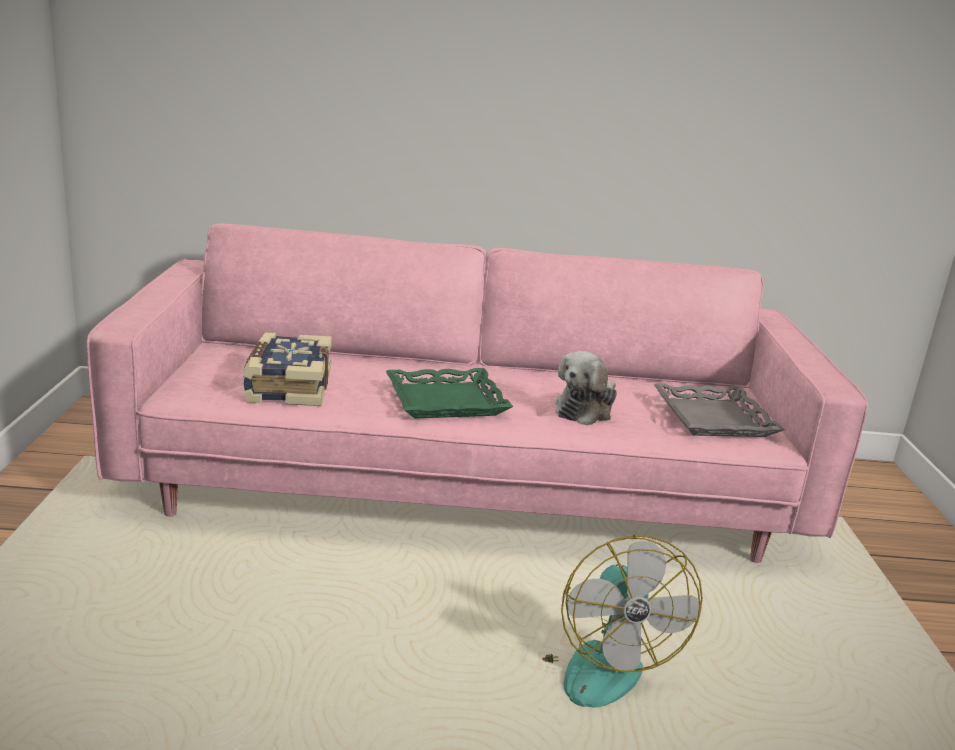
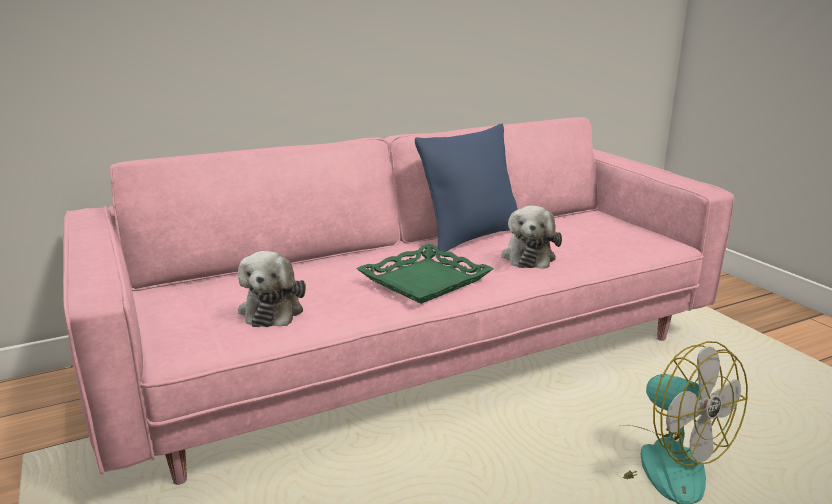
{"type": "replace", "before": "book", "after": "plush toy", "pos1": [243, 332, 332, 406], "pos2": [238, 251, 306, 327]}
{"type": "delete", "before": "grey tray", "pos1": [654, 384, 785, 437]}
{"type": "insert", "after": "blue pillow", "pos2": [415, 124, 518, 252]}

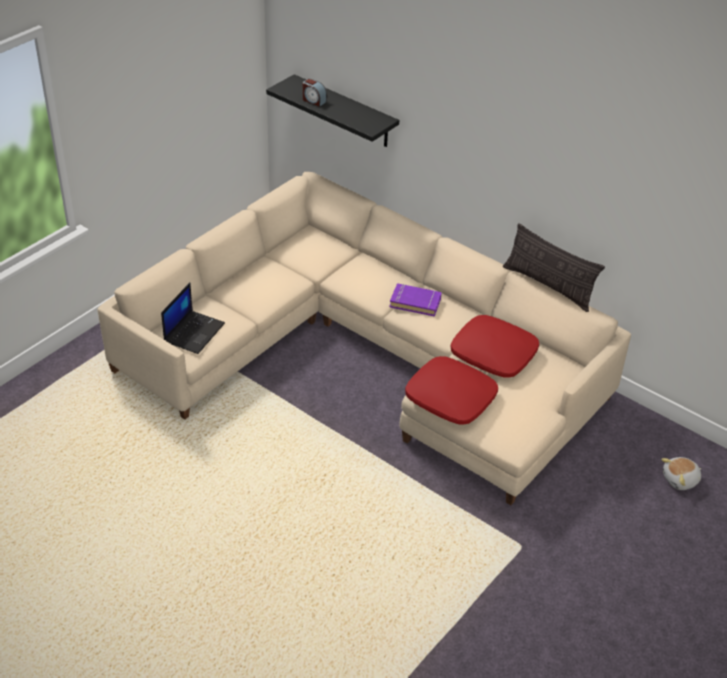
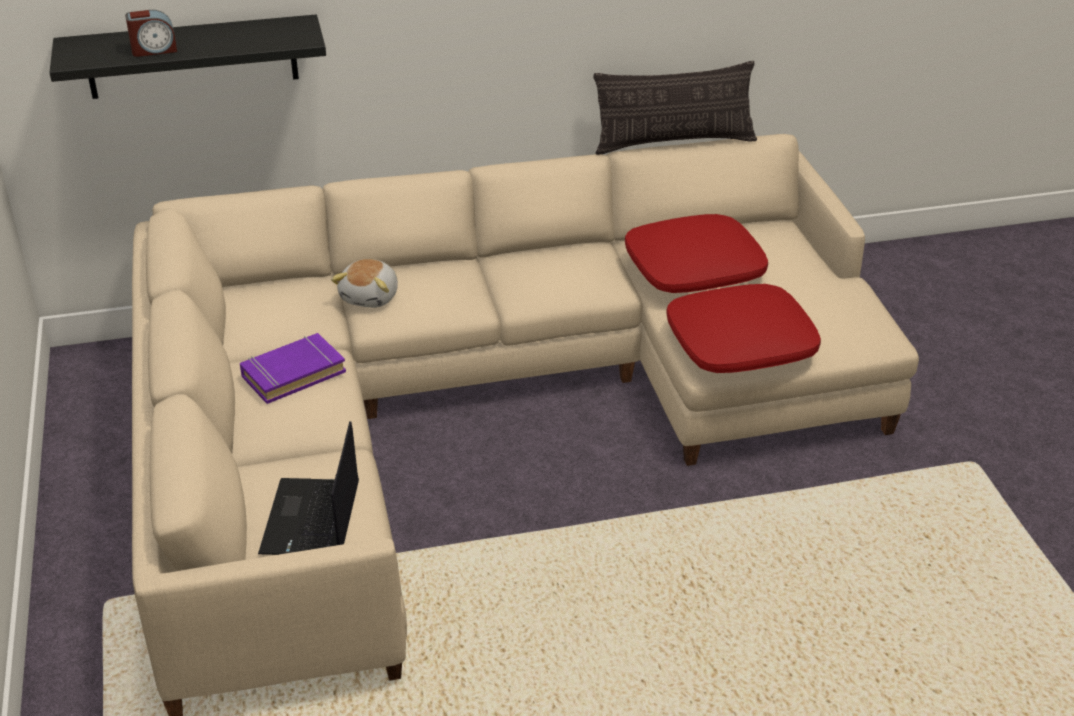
{"type": "rotate", "before": "laptop", "pos1": [161, 283, 225, 354], "pos2": [258, 421, 359, 555], "turn": -150}
{"type": "move", "before": "purple book", "pos1": [390, 283, 442, 317], "pos2": [240, 333, 346, 404]}
{"type": "move", "before": "plush toy", "pos1": [661, 457, 702, 490], "pos2": [331, 259, 398, 308]}

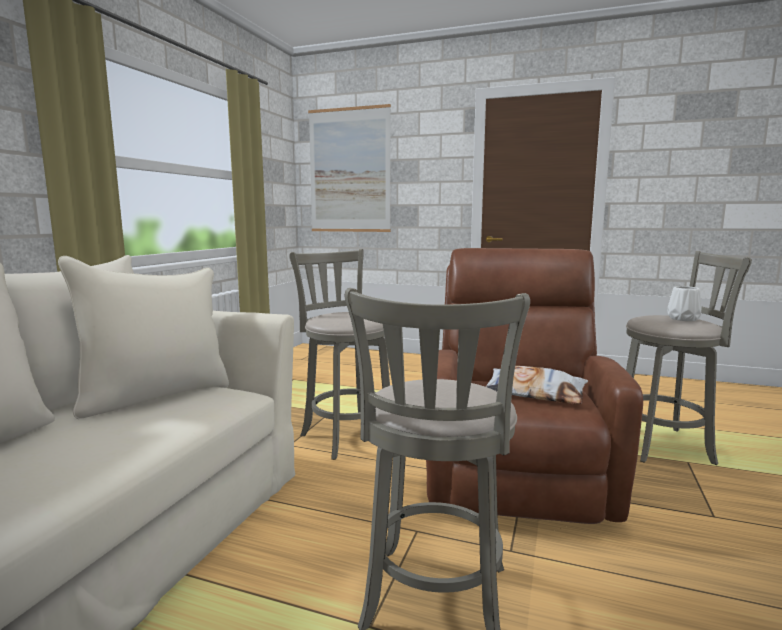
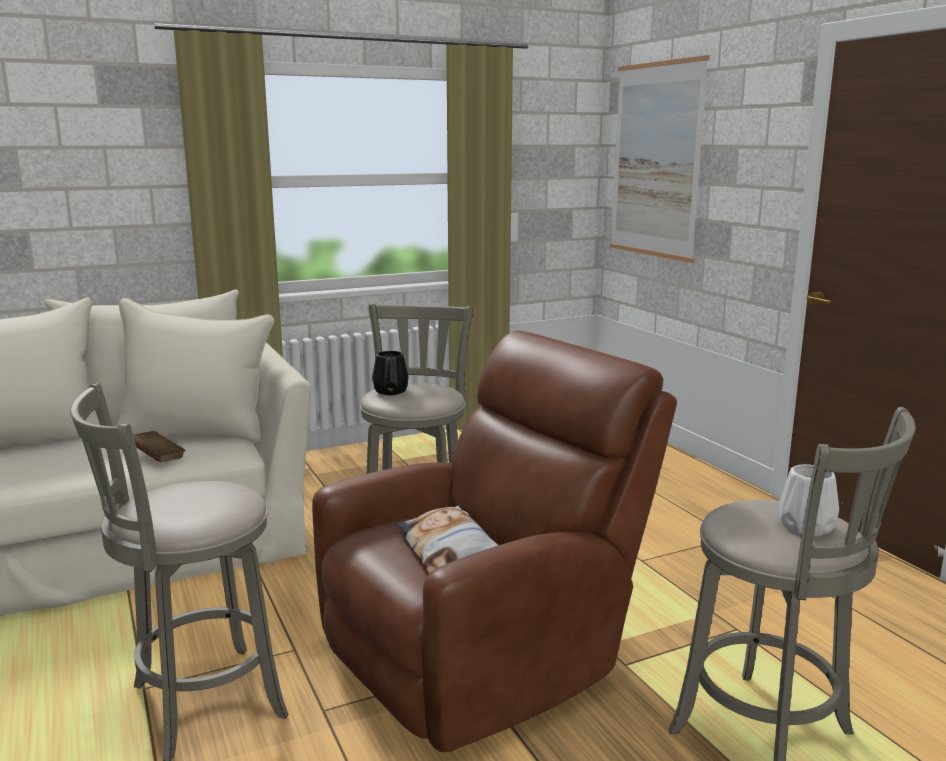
{"type": "insert", "after": "black vase", "pos2": [372, 351, 409, 395]}
{"type": "insert", "after": "brown book", "pos2": [133, 431, 185, 462]}

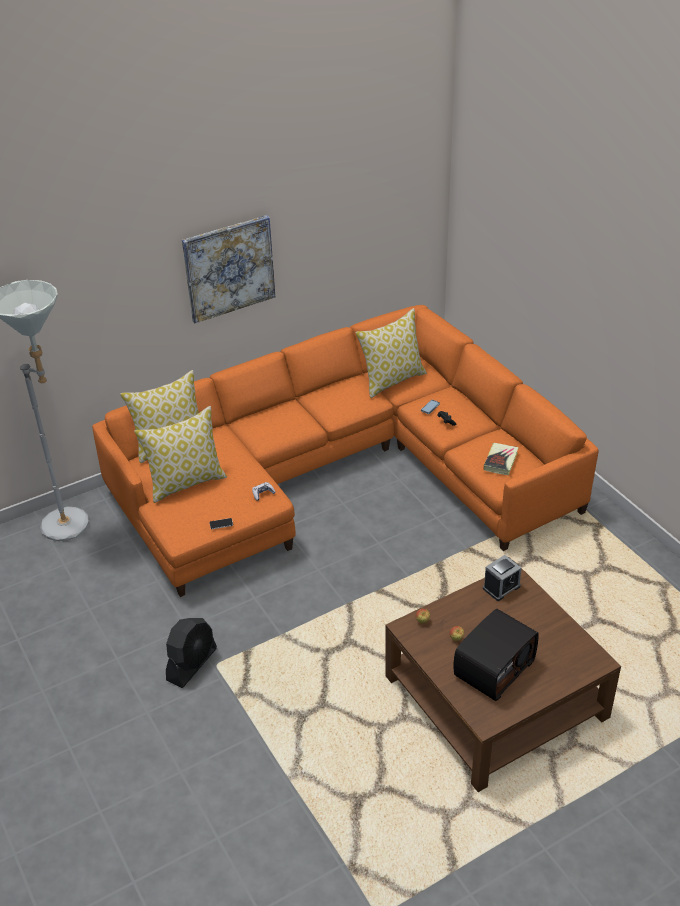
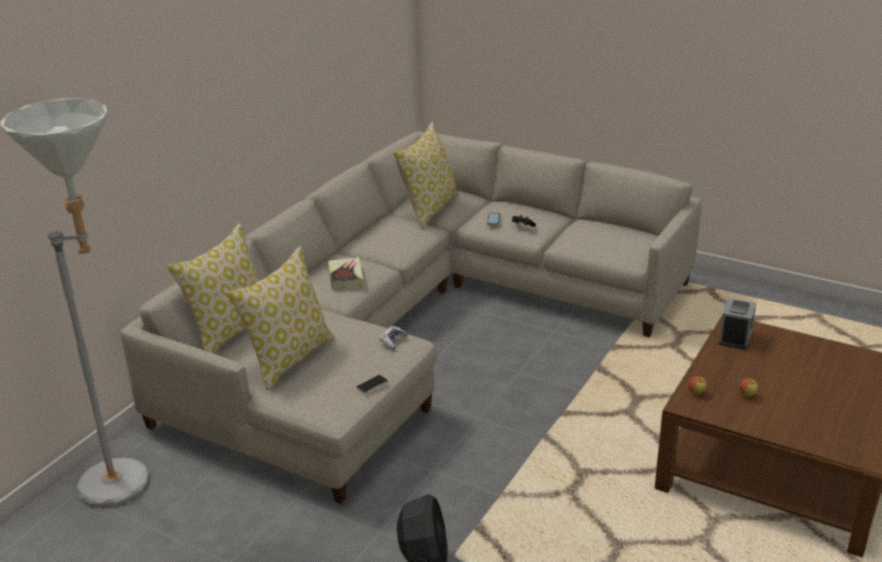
{"type": "delete", "before": "picture", "pos1": [182, 215, 275, 323]}
{"type": "recolor", "before": "orange sofa", "after": "beige sofa", "pos1": [92, 305, 599, 597], "pos2": [120, 132, 701, 504]}
{"type": "move", "before": "book", "pos1": [484, 443, 519, 475], "pos2": [328, 257, 363, 289]}
{"type": "delete", "before": "radio", "pos1": [454, 609, 539, 701]}

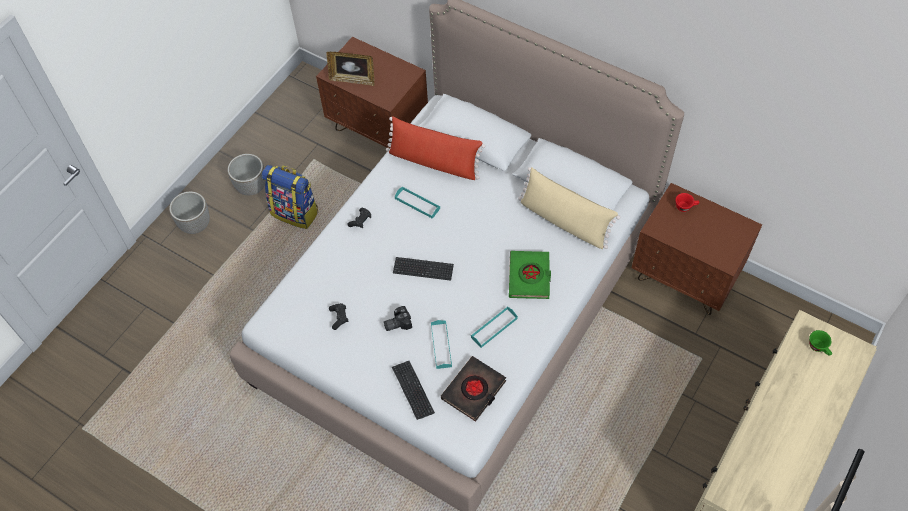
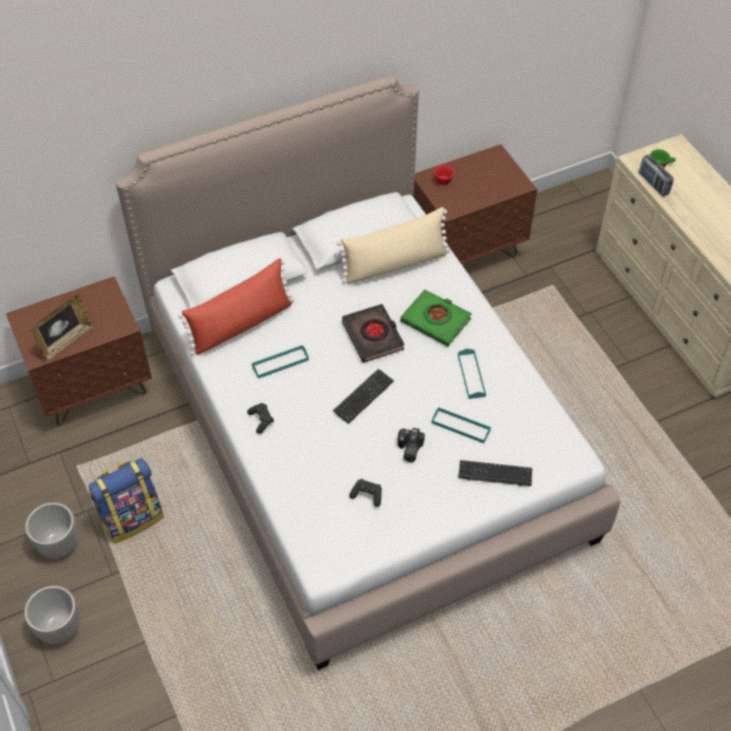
{"type": "move", "before": "black book", "pos1": [441, 356, 506, 422], "pos2": [342, 304, 405, 363]}
{"type": "insert", "after": "radio", "pos2": [639, 155, 674, 197]}

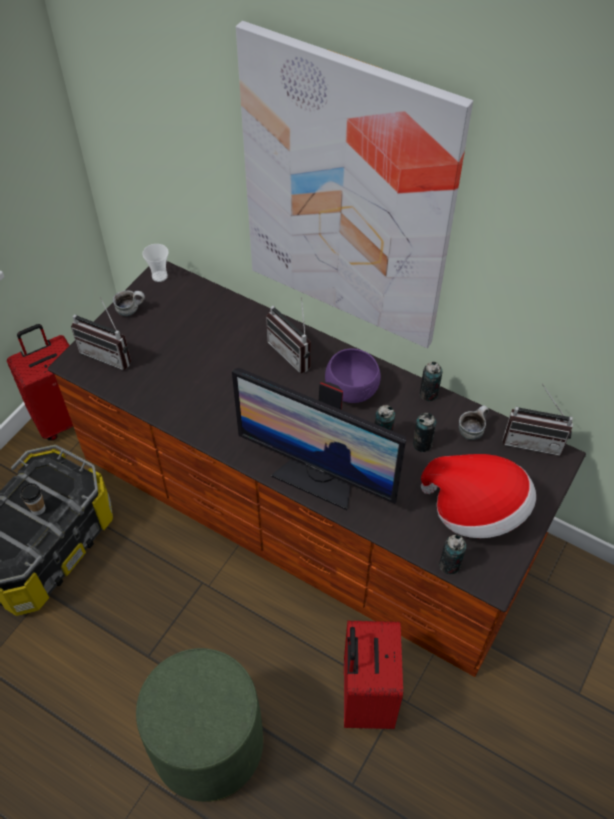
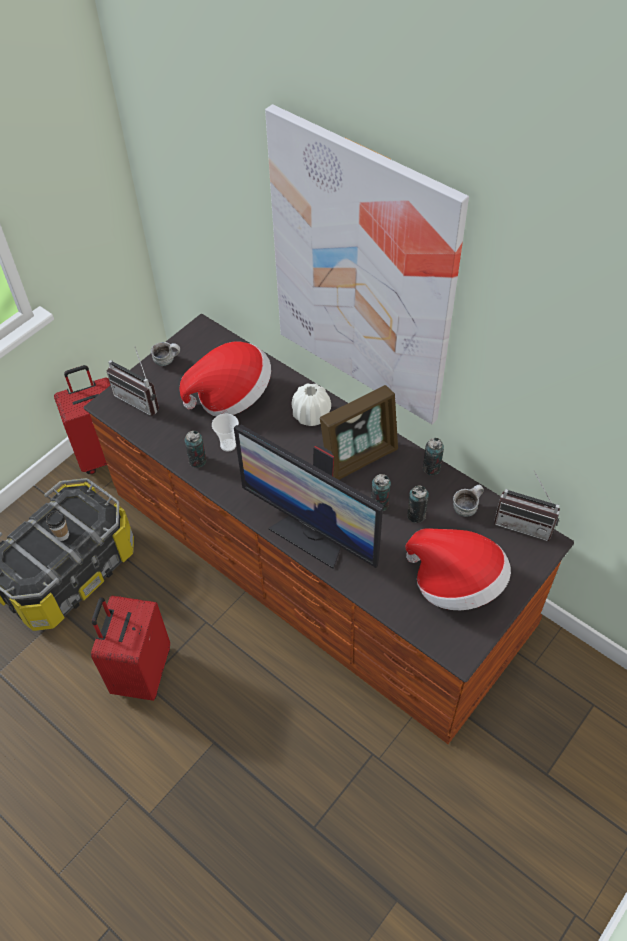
{"type": "move", "before": "cup", "pos1": [142, 244, 169, 282], "pos2": [212, 413, 239, 452]}
{"type": "replace", "before": "radio", "after": "white vase", "pos1": [266, 298, 311, 373], "pos2": [292, 383, 331, 426]}
{"type": "replace", "before": "purple bowl", "after": "picture frame", "pos1": [325, 348, 381, 403], "pos2": [320, 385, 398, 480]}
{"type": "move", "before": "can", "pos1": [439, 535, 466, 575], "pos2": [184, 431, 206, 468]}
{"type": "move", "before": "red suitcase", "pos1": [344, 621, 403, 729], "pos2": [91, 595, 170, 701]}
{"type": "delete", "before": "green ottoman", "pos1": [136, 648, 263, 802]}
{"type": "insert", "after": "hat", "pos2": [180, 341, 271, 416]}

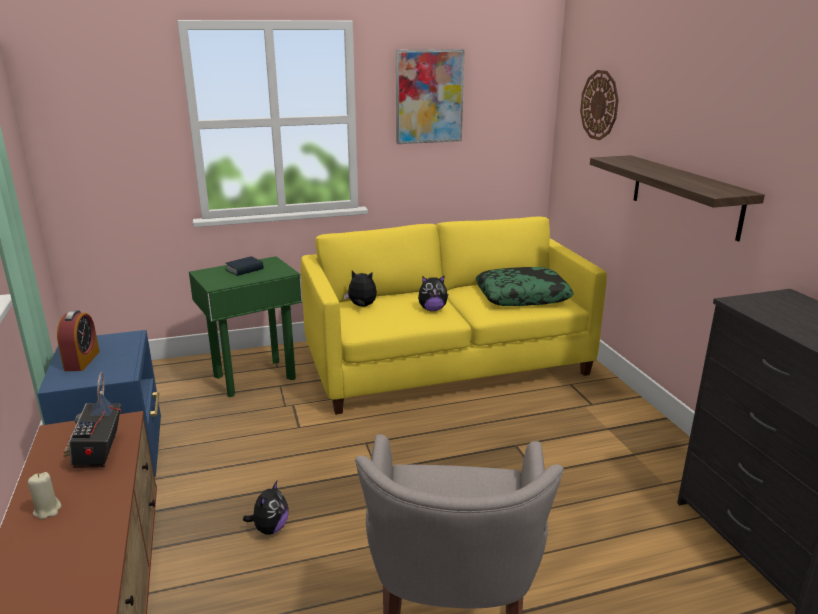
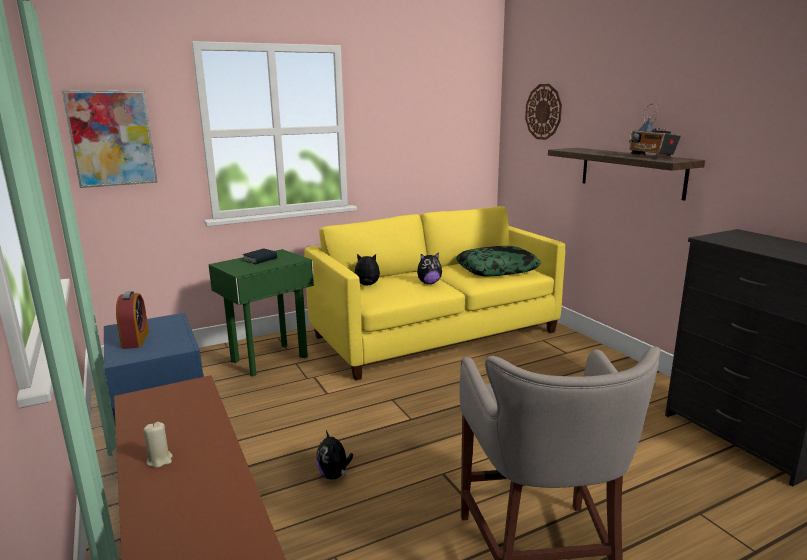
{"type": "move", "before": "picture", "pos1": [396, 49, 465, 144], "pos2": [62, 90, 158, 188]}
{"type": "move", "before": "radio", "pos1": [63, 372, 122, 468], "pos2": [629, 103, 681, 158]}
{"type": "rotate", "before": "plush toy", "pos1": [243, 481, 288, 535], "pos2": [316, 430, 353, 480], "turn": 150}

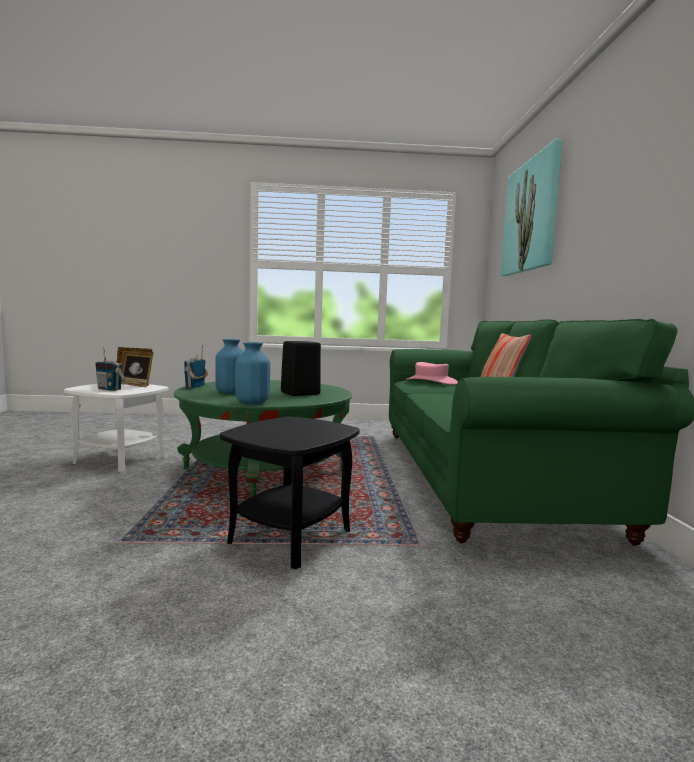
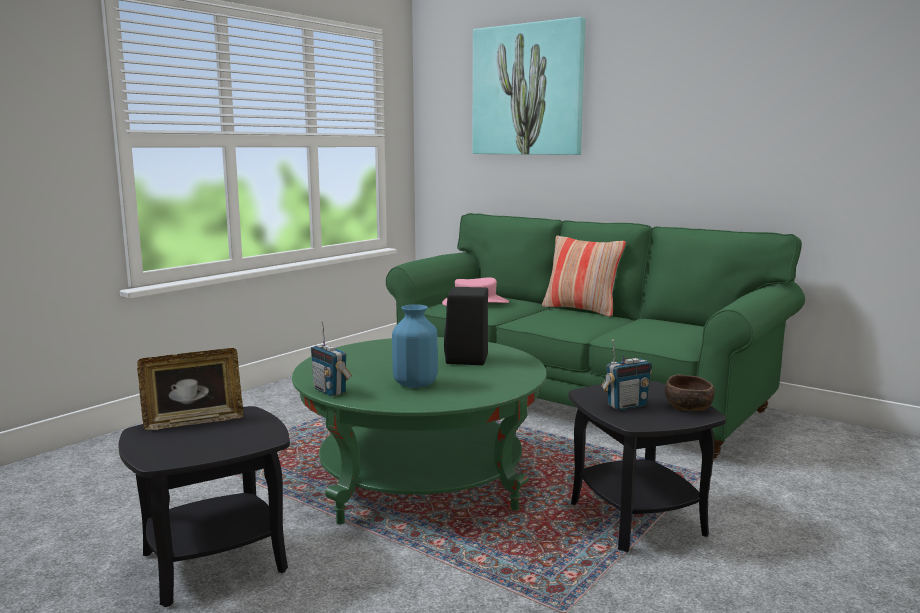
{"type": "delete", "before": "blue vase", "pos1": [235, 342, 270, 404]}
{"type": "move", "before": "radio", "pos1": [95, 347, 125, 391], "pos2": [602, 340, 652, 410]}
{"type": "recolor", "before": "white side table", "after": "black side table", "pos1": [64, 384, 169, 473], "pos2": [118, 406, 290, 607]}
{"type": "insert", "after": "brown bowl", "pos2": [664, 374, 715, 411]}

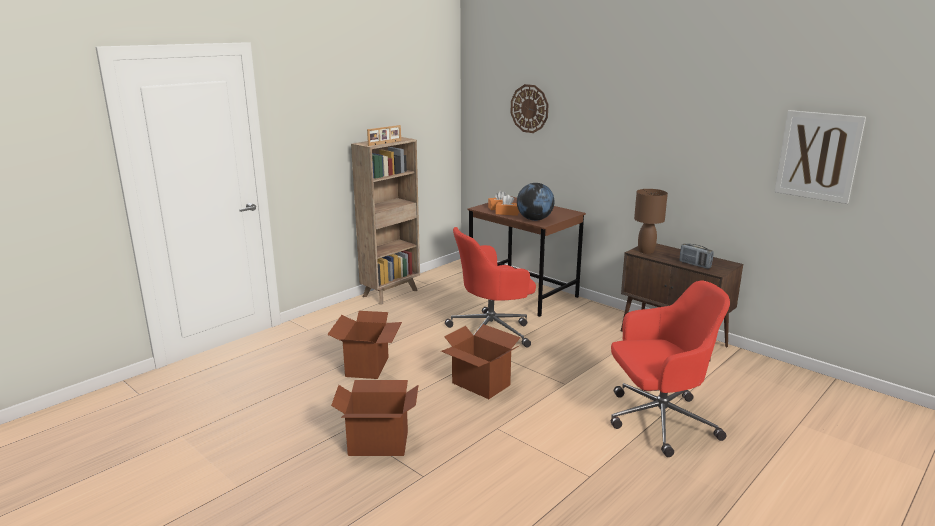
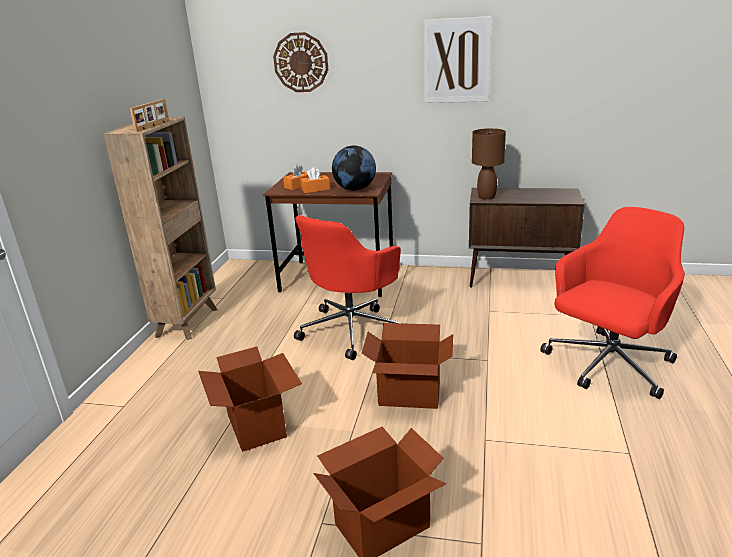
{"type": "move", "before": "picture", "pos1": [775, 110, 866, 204], "pos2": [423, 16, 492, 103]}
{"type": "delete", "before": "radio", "pos1": [679, 243, 714, 269]}

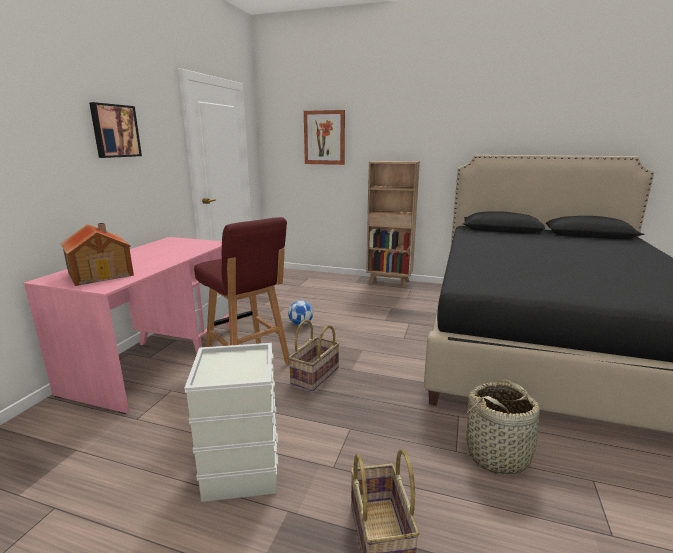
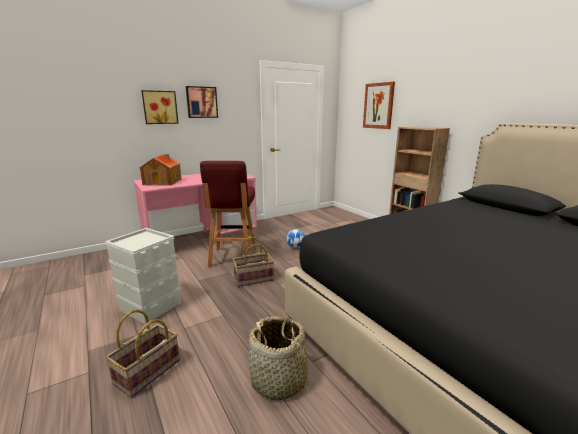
{"type": "insert", "after": "picture", "pos2": [141, 90, 179, 124]}

